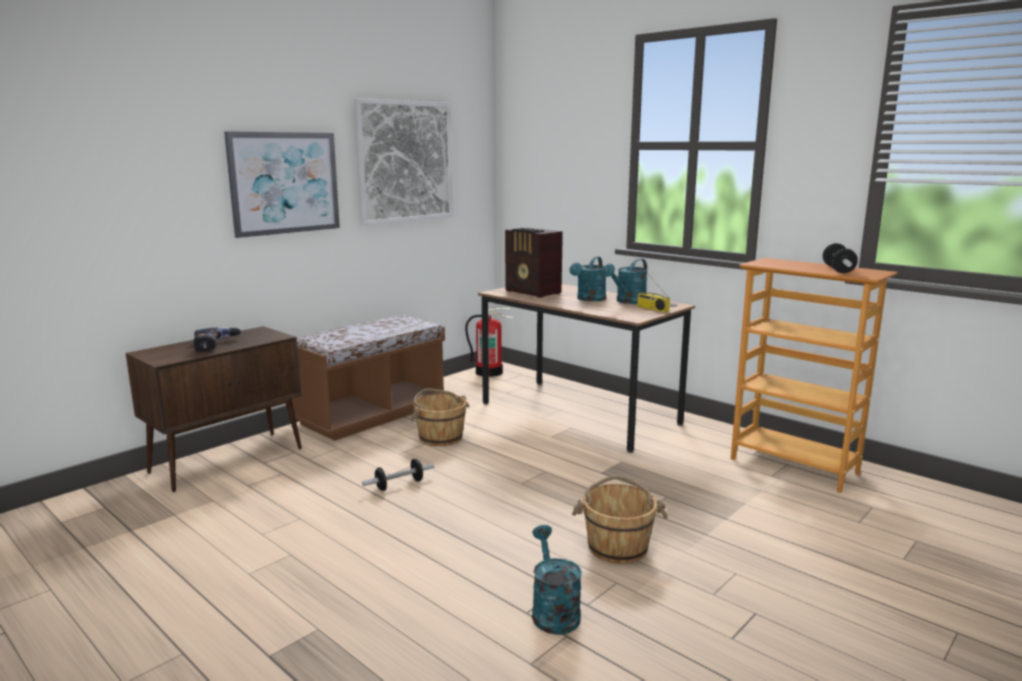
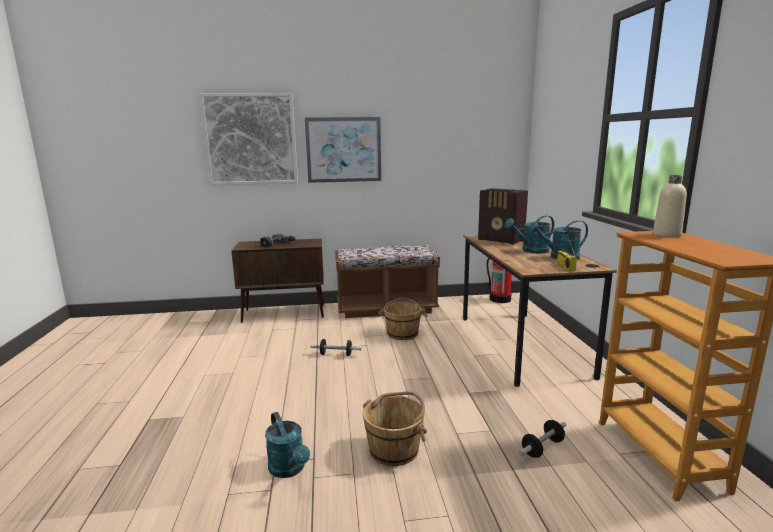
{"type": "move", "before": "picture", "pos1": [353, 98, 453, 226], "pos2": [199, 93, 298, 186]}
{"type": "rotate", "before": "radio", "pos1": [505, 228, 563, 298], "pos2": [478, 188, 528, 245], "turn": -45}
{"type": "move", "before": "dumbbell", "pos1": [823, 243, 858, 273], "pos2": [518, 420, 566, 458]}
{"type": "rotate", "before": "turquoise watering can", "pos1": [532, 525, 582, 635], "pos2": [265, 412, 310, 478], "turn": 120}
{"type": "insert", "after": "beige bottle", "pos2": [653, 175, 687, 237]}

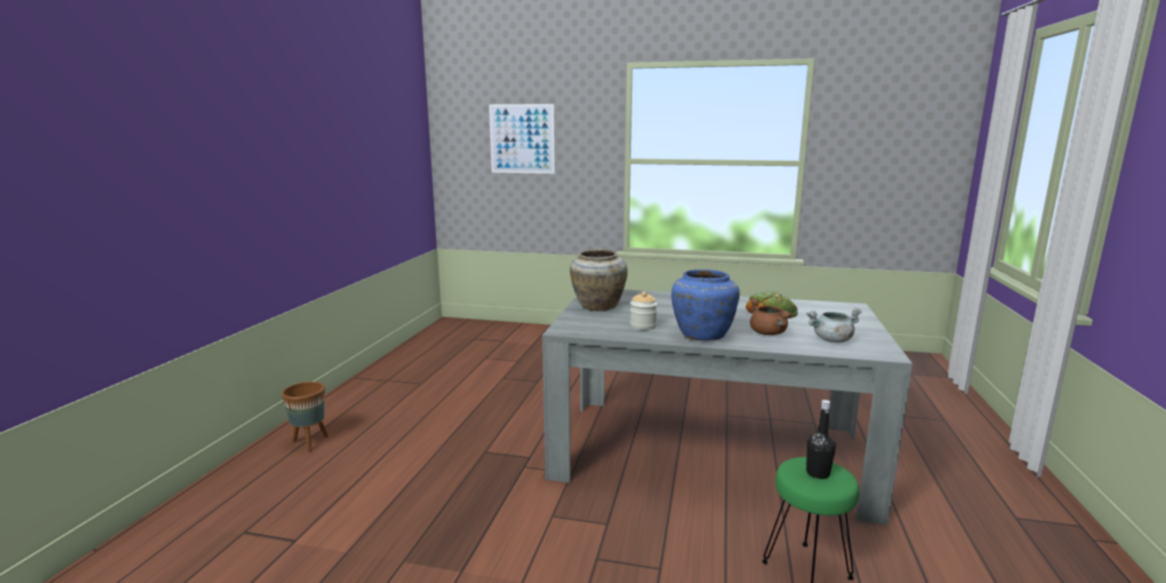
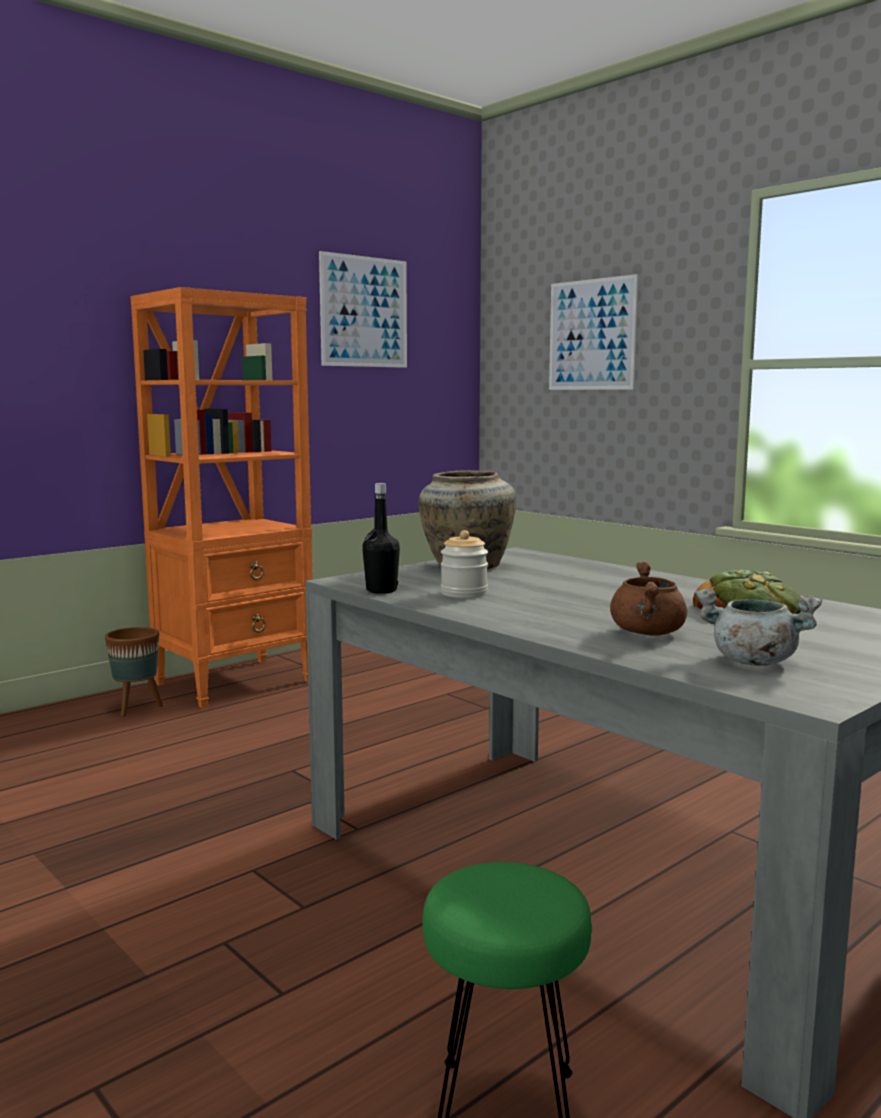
{"type": "delete", "before": "blue vase", "pos1": [671, 269, 740, 340]}
{"type": "move", "before": "black bottle", "pos1": [806, 400, 836, 479], "pos2": [362, 483, 400, 594]}
{"type": "insert", "after": "picture", "pos2": [319, 251, 407, 368]}
{"type": "insert", "after": "orange bookcase", "pos2": [130, 287, 313, 708]}

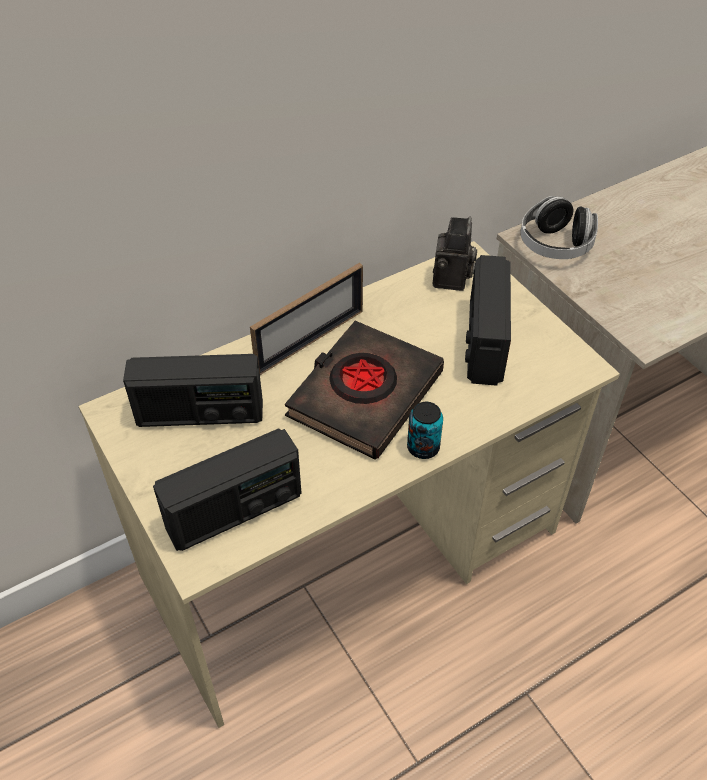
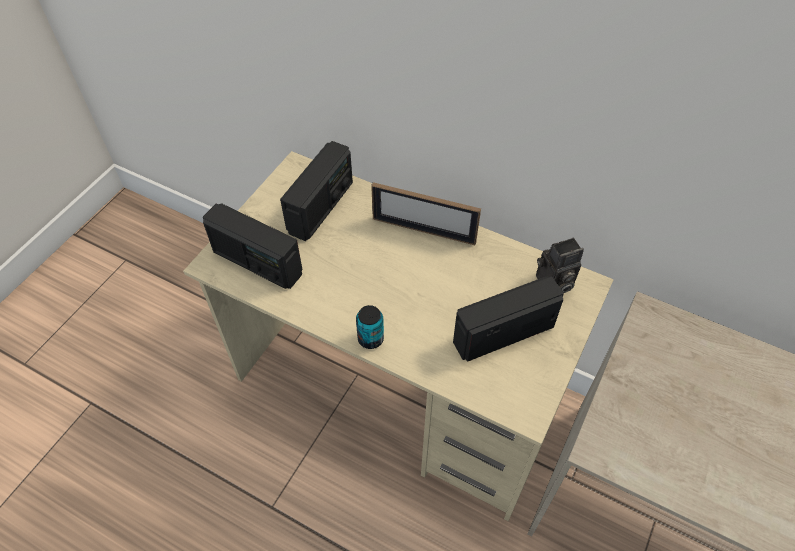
{"type": "delete", "before": "headphones", "pos1": [520, 196, 598, 259]}
{"type": "delete", "before": "black book", "pos1": [285, 321, 444, 460]}
{"type": "rotate", "before": "radio", "pos1": [123, 354, 263, 427], "pos2": [280, 141, 353, 241], "turn": -120}

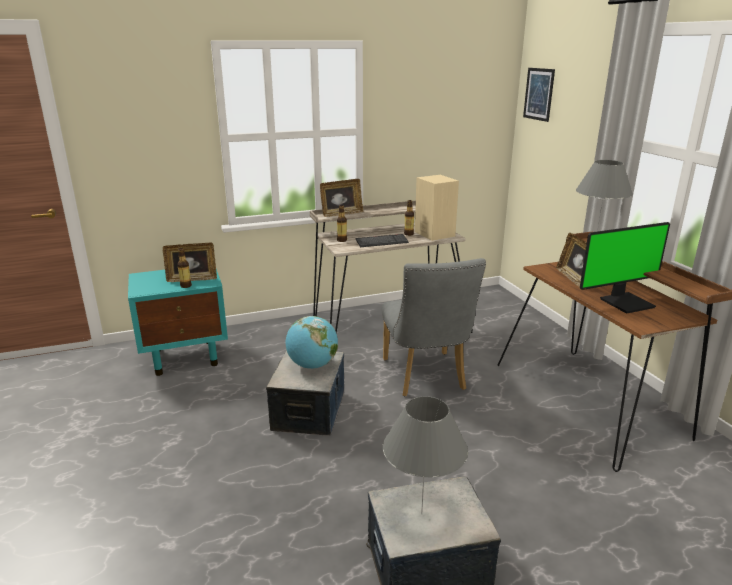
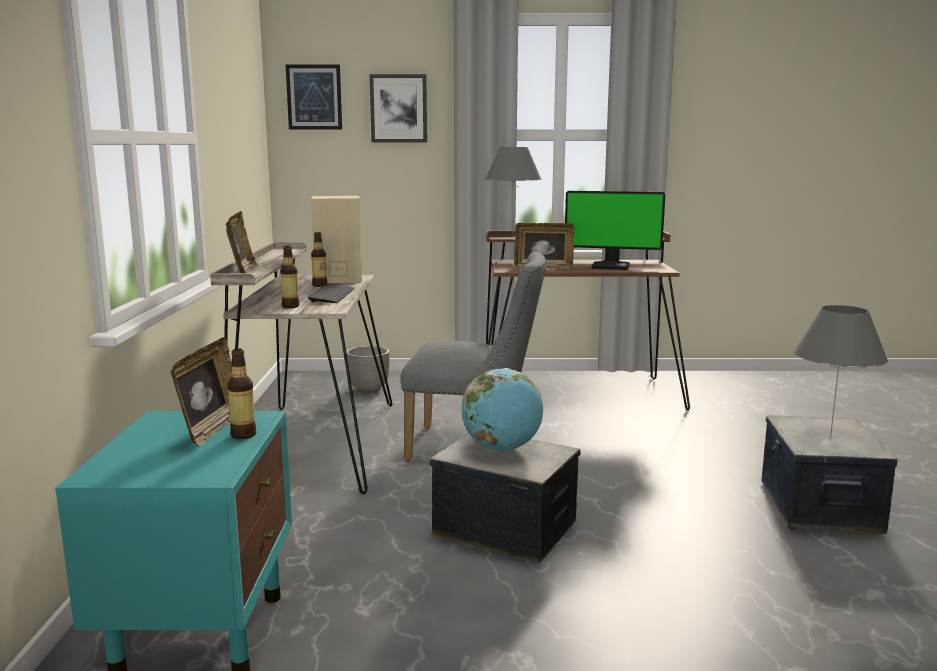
{"type": "rotate", "before": "monitor", "pos1": [580, 222, 670, 314], "pos2": [565, 191, 665, 270], "turn": 105}
{"type": "insert", "after": "picture", "pos2": [370, 74, 427, 143]}
{"type": "insert", "after": "planter", "pos2": [346, 346, 390, 393]}

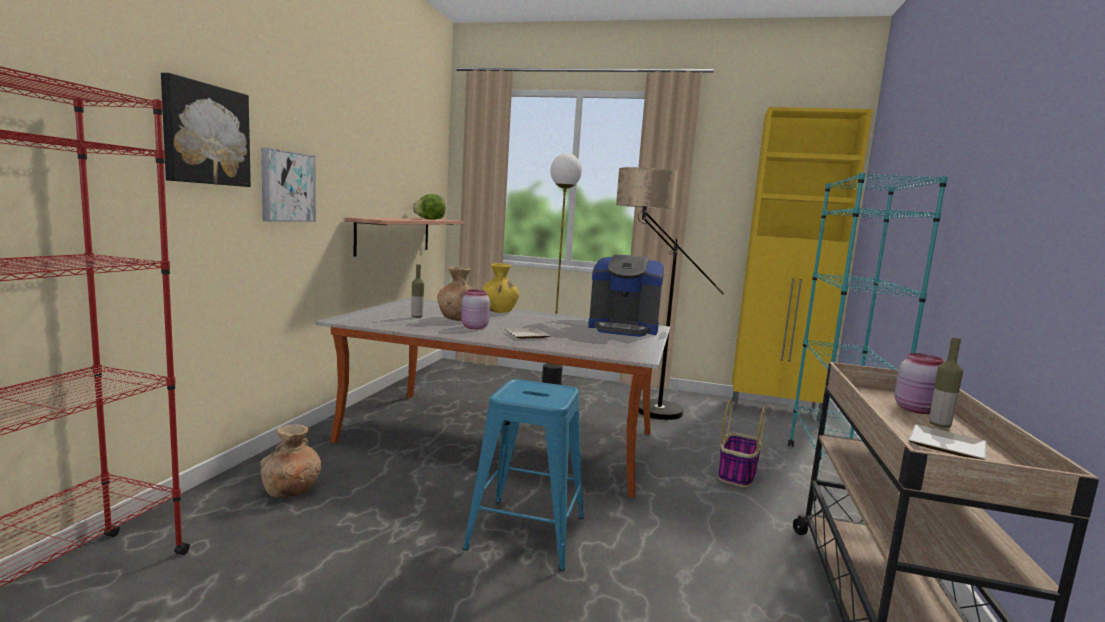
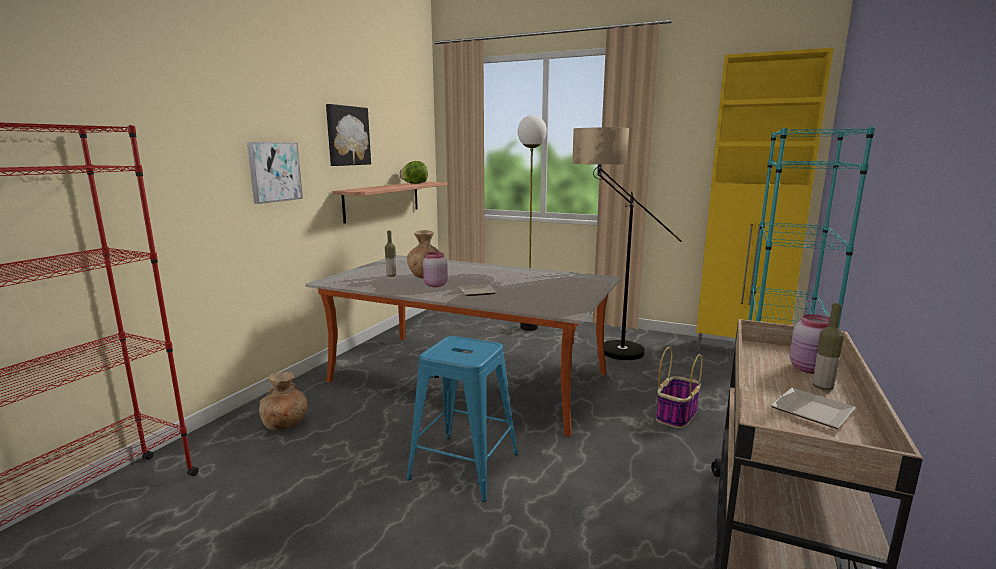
{"type": "move", "before": "picture", "pos1": [161, 73, 251, 187], "pos2": [326, 104, 371, 166]}
{"type": "delete", "before": "coffee machine", "pos1": [588, 255, 664, 337]}
{"type": "delete", "before": "yellow vase", "pos1": [482, 263, 519, 313]}

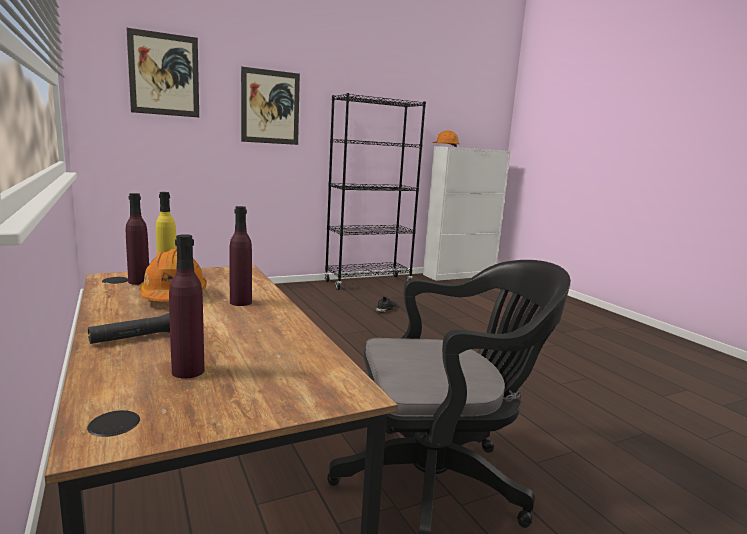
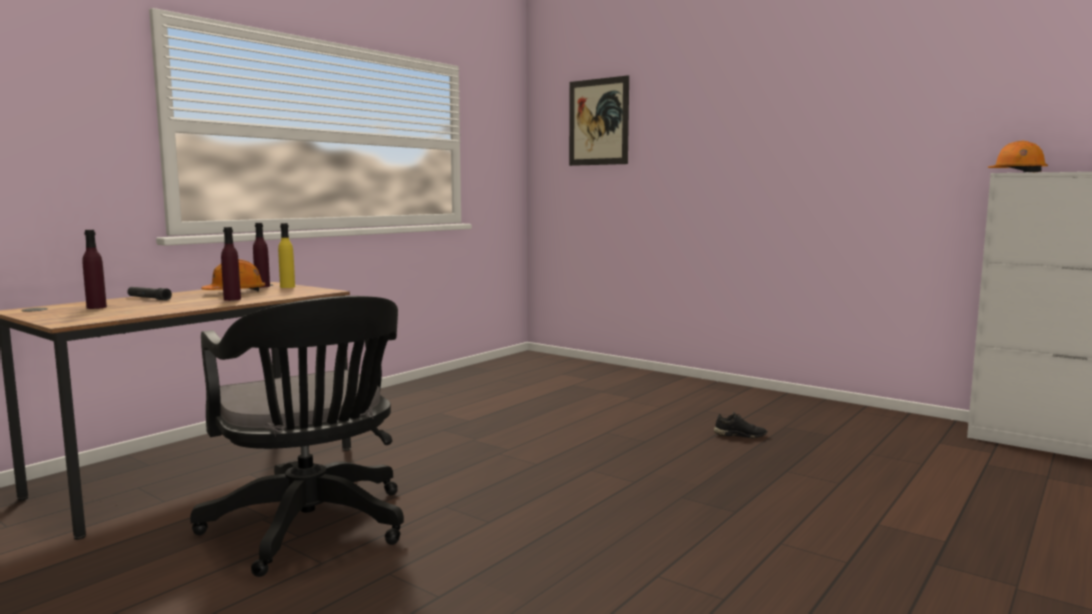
{"type": "delete", "before": "picture", "pos1": [241, 66, 300, 145]}
{"type": "delete", "before": "black bookcase", "pos1": [325, 93, 426, 290]}

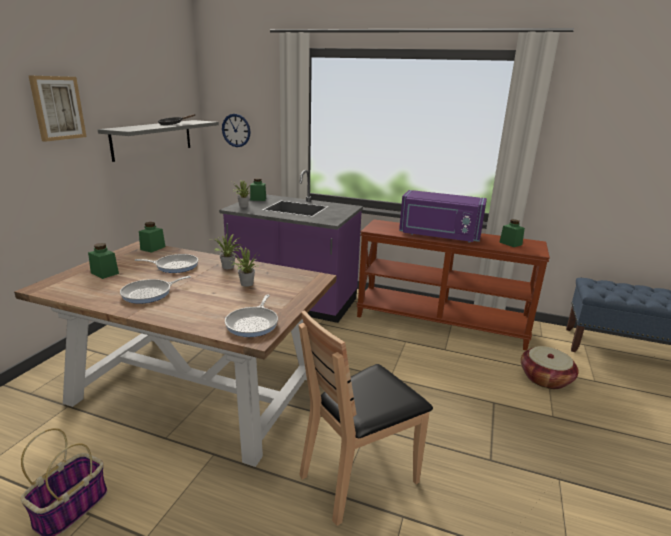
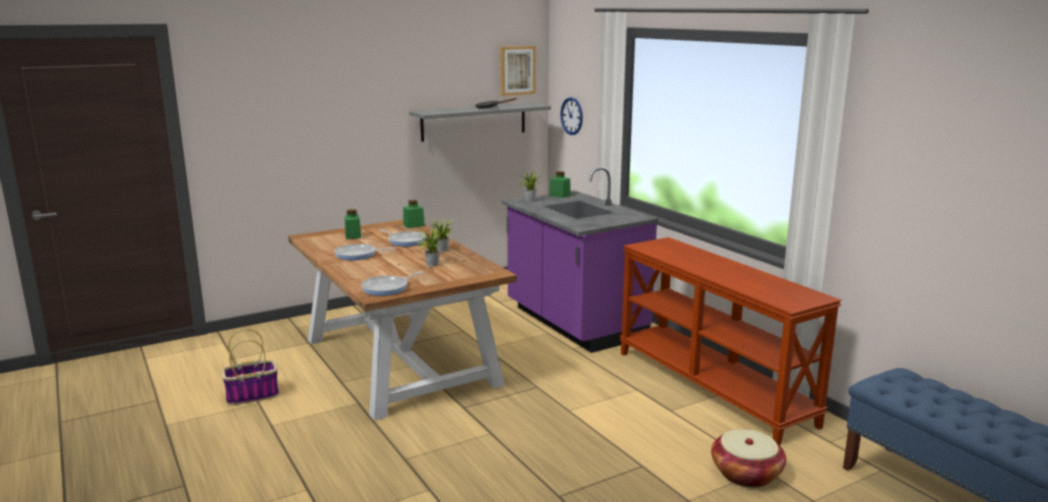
{"type": "move", "before": "picture", "pos1": [28, 75, 86, 142], "pos2": [500, 46, 536, 96]}
{"type": "delete", "before": "purple microwave", "pos1": [399, 190, 487, 243]}
{"type": "delete", "before": "green jar", "pos1": [499, 219, 525, 247]}
{"type": "delete", "before": "brown chair", "pos1": [298, 310, 433, 526]}

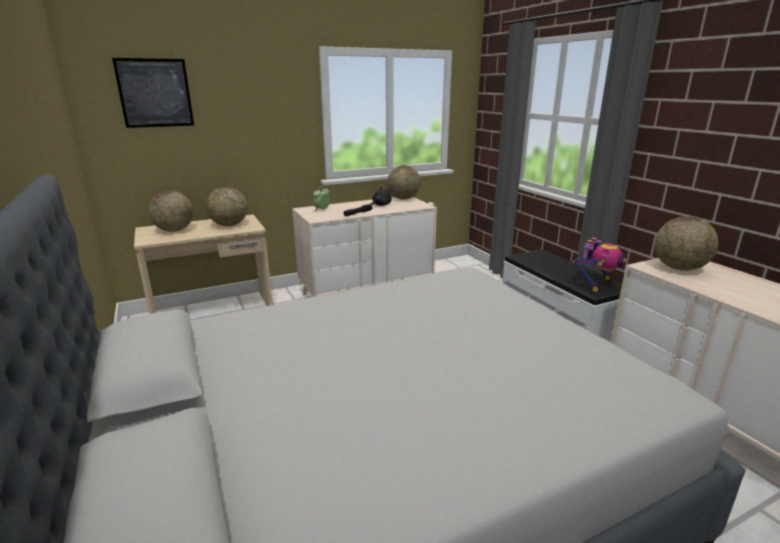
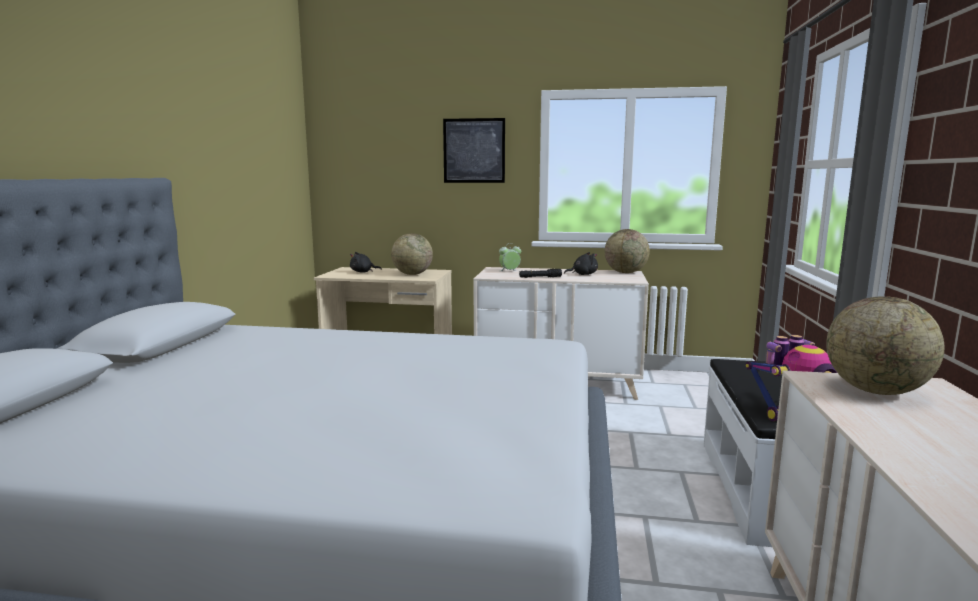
{"type": "move", "before": "picture", "pos1": [112, 58, 194, 128], "pos2": [443, 118, 505, 183]}
{"type": "replace", "before": "globe", "after": "black plush toy", "pos1": [148, 191, 193, 232], "pos2": [350, 252, 382, 273]}

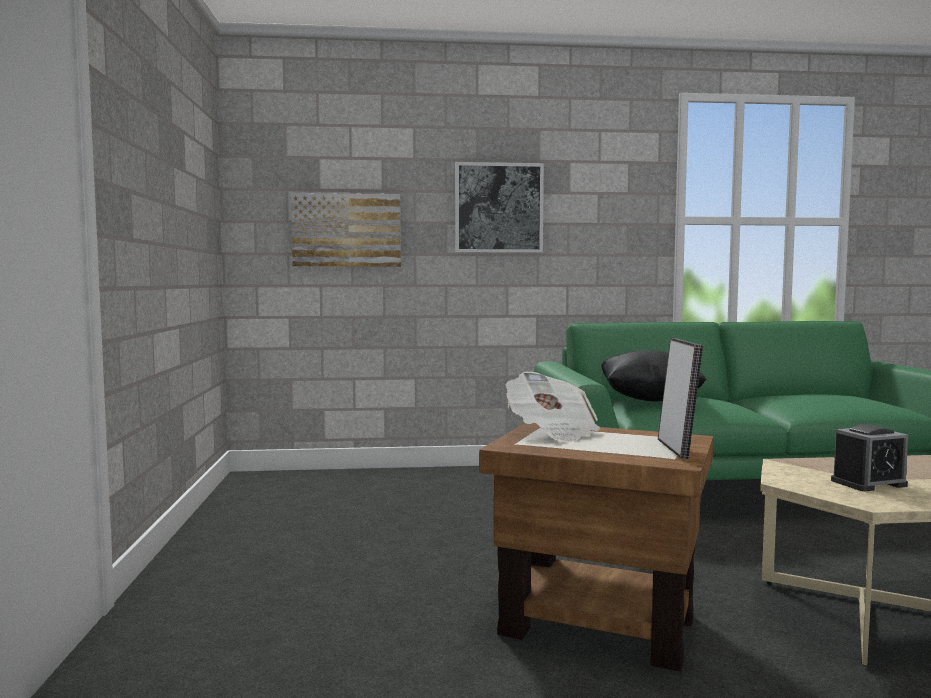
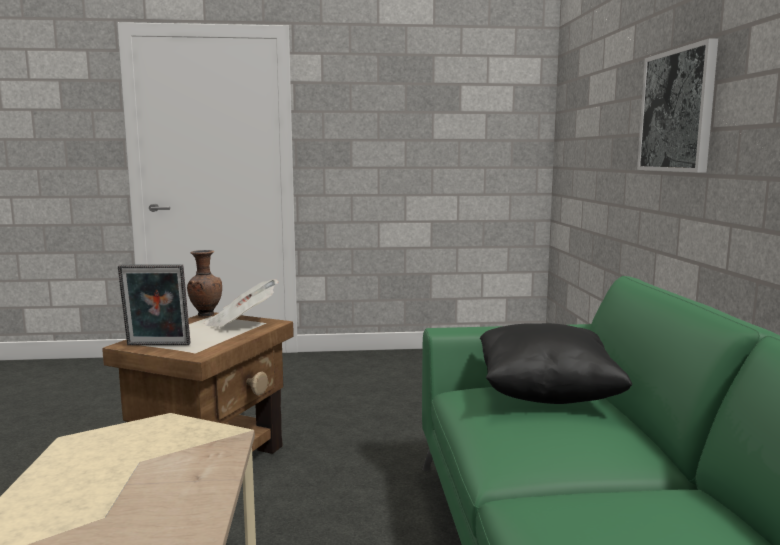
{"type": "delete", "before": "picture", "pos1": [291, 193, 401, 267]}
{"type": "delete", "before": "alarm clock", "pos1": [831, 424, 908, 491]}
{"type": "insert", "after": "brown vase", "pos2": [187, 250, 222, 317]}

